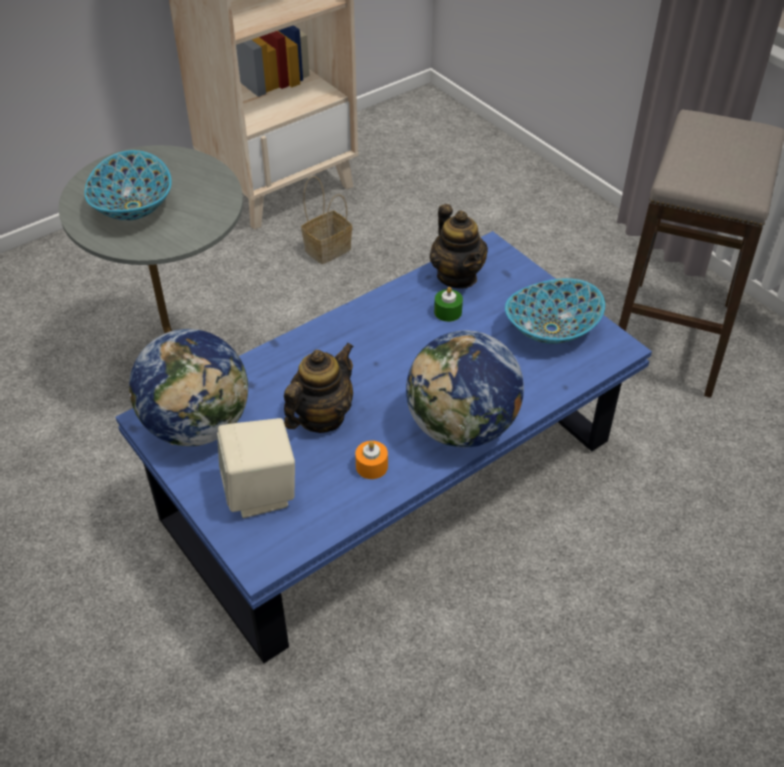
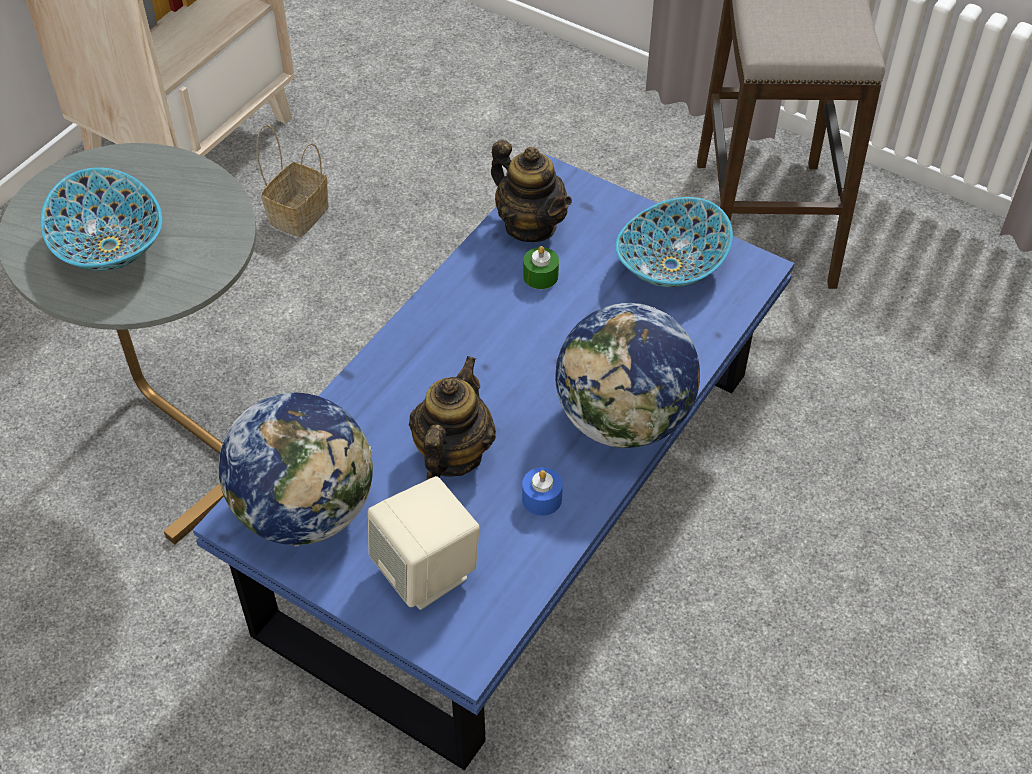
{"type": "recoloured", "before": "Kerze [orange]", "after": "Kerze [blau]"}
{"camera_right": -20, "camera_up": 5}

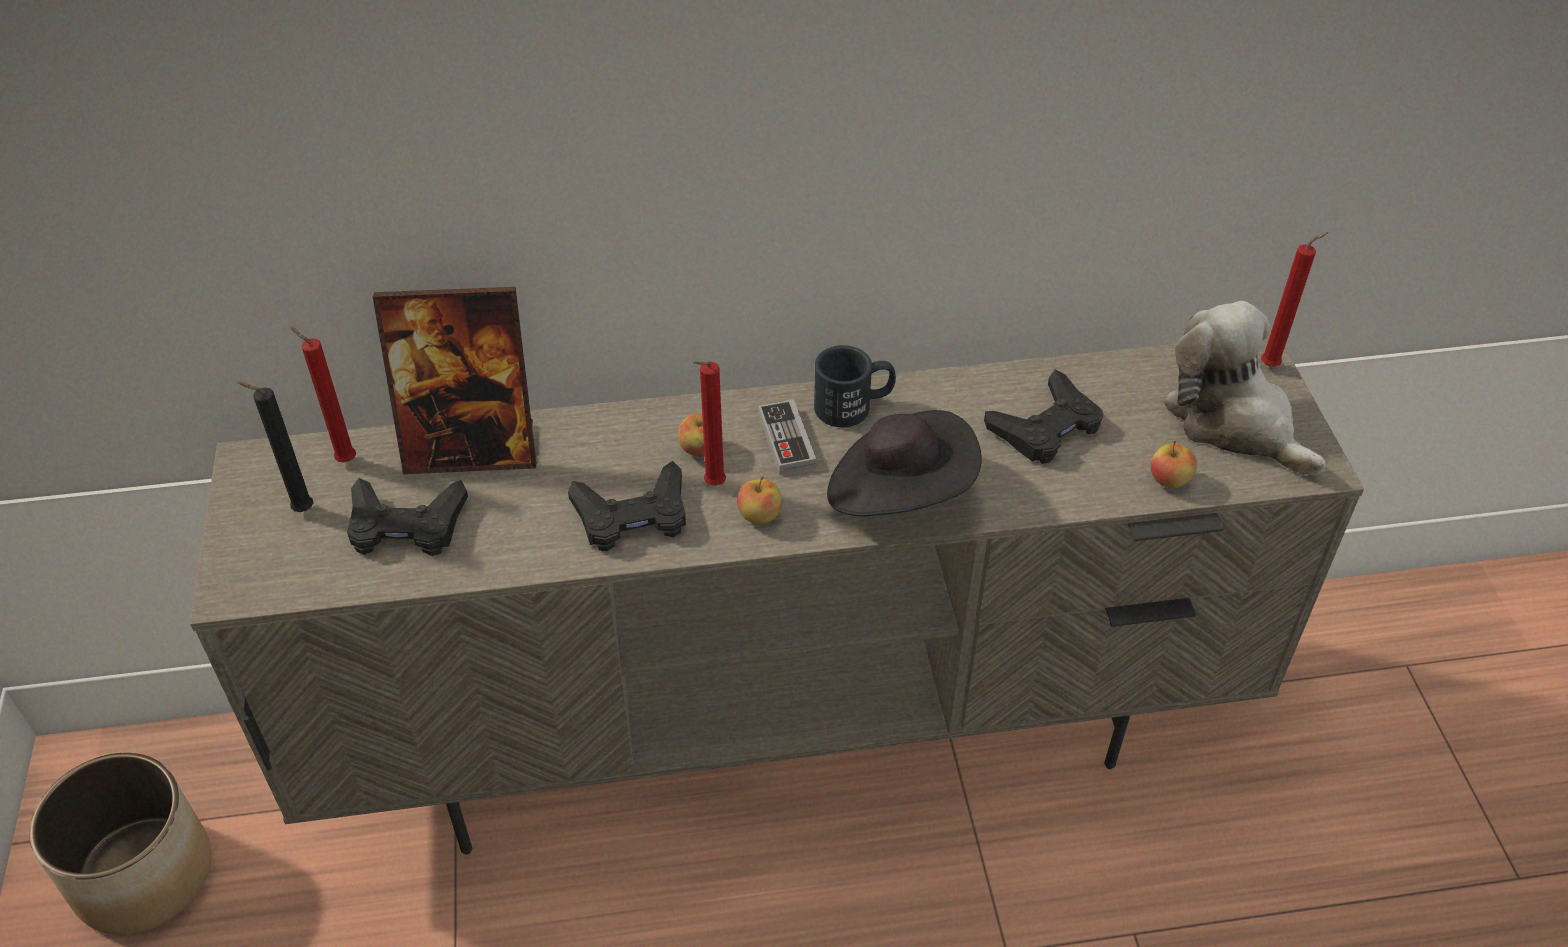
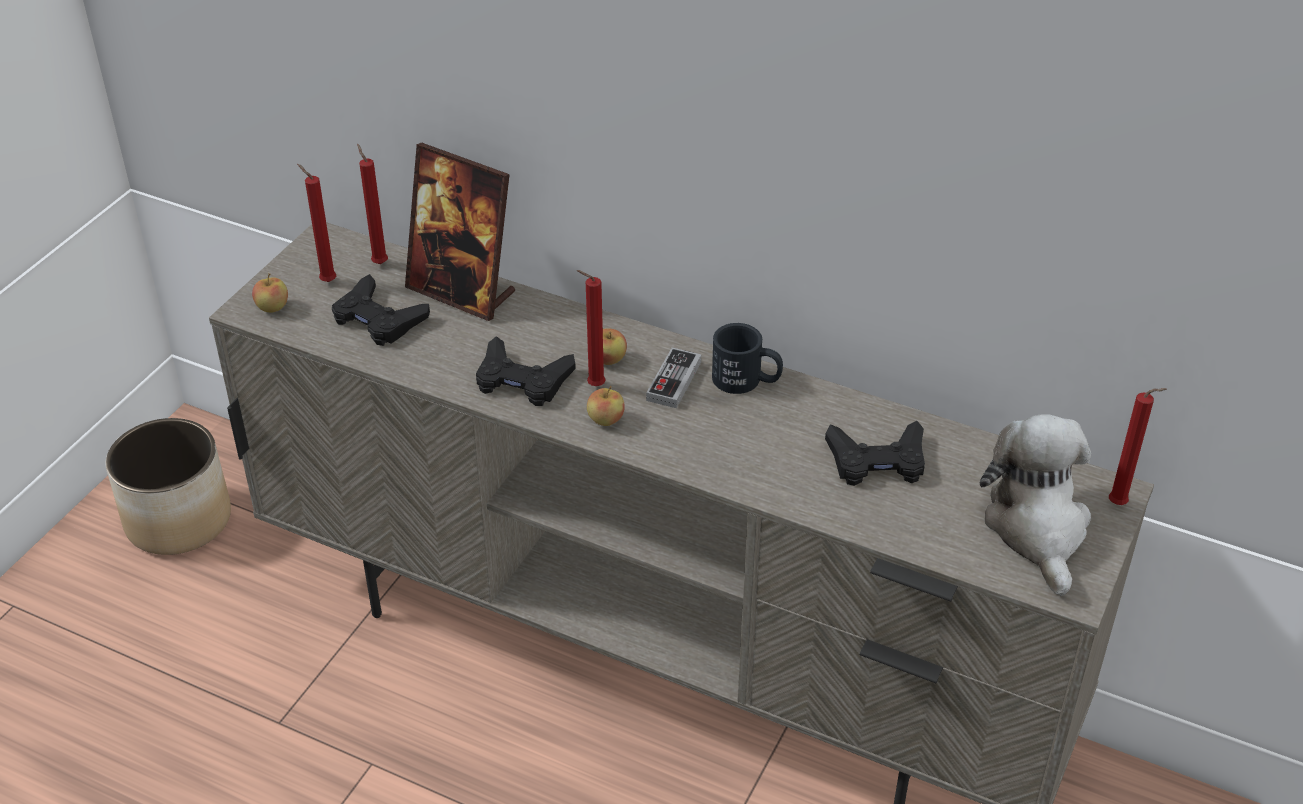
{"type": "recoloured", "before": "Kerze [schwarz]", "after": "Kerze [rot] (1st from left)"}
{"type": "removed", "before": "Hut [schwarz]"}
{"type": "moved", "before": "Apfel (3rd from left in the first image)", "after": "Apfel (1st from left)"}
{"camera_right": 35, "camera_up": -5}

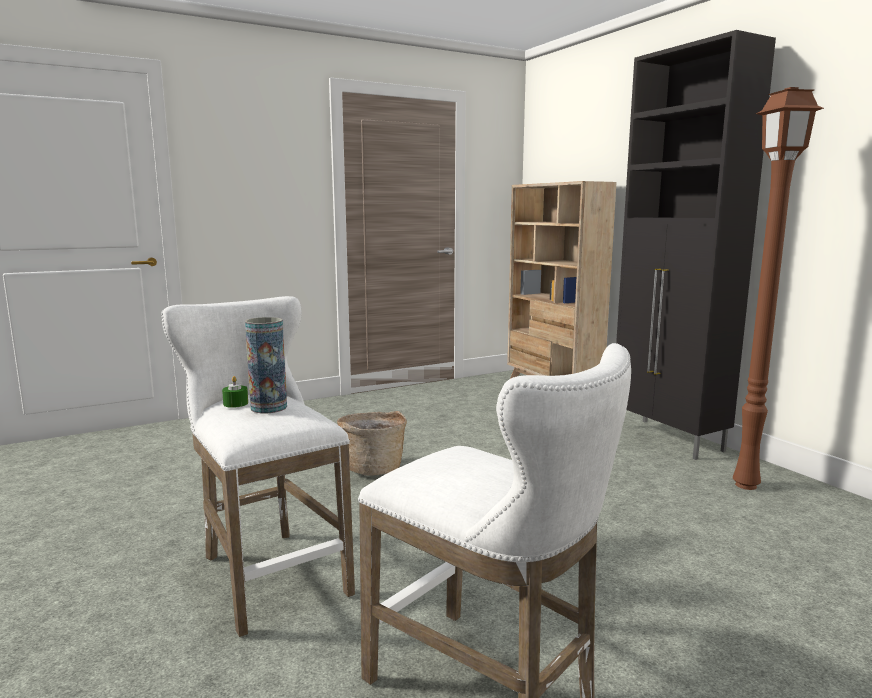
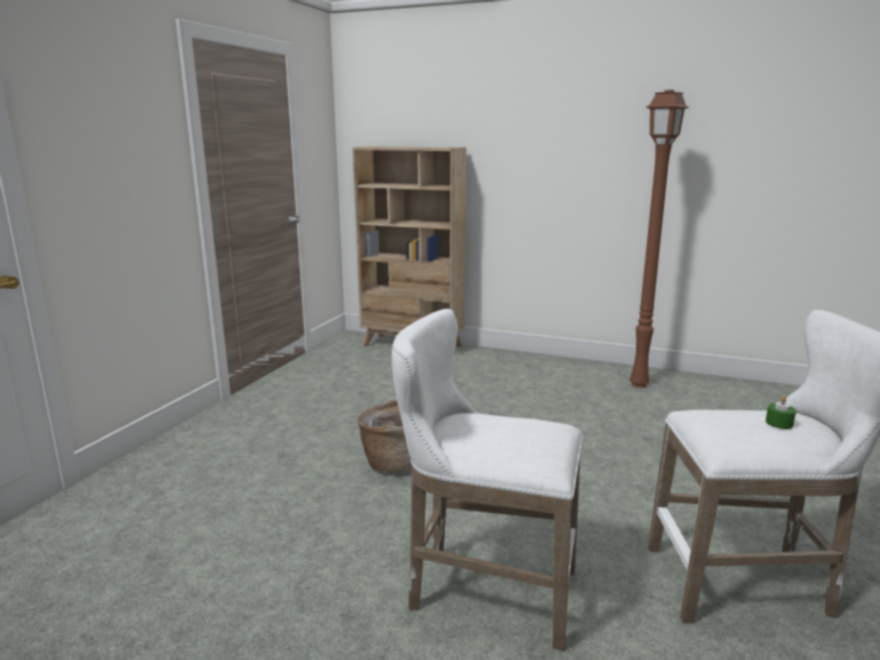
{"type": "moved", "before": "Kerze [grün]"}
{"type": "removed", "before": "Vase"}
{"type": "removed", "before": "Schrank [schwarz]"}
{"camera_right": -40, "camera_up": 5}

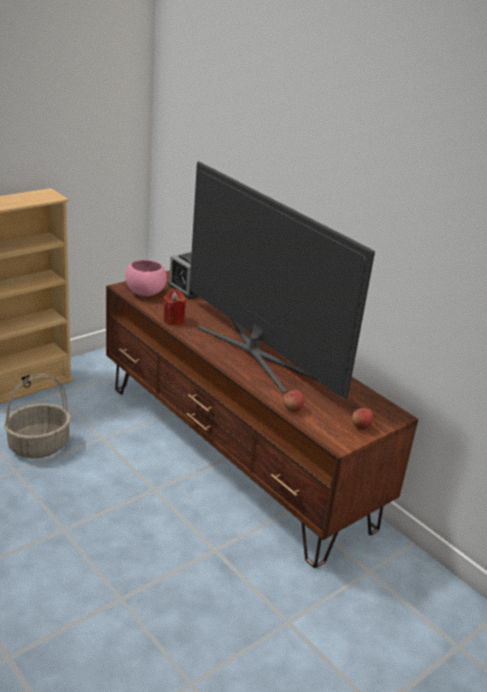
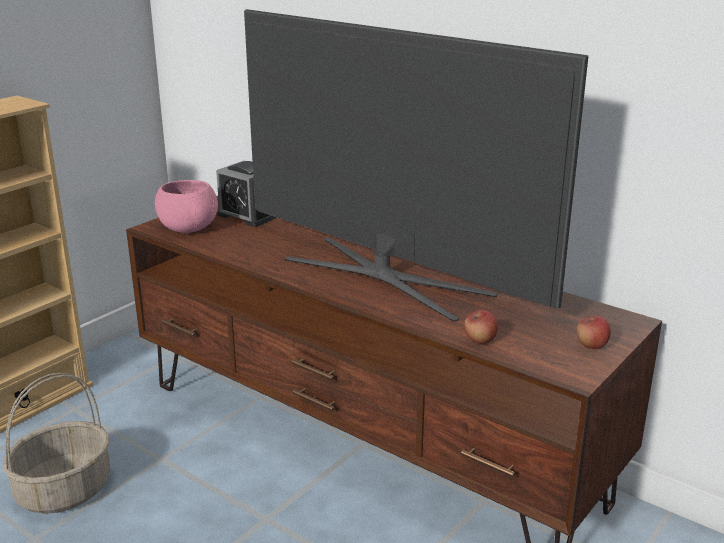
{"type": "removed", "before": "Kerze [rot]"}
{"camera_right": -10, "camera_up": -5}

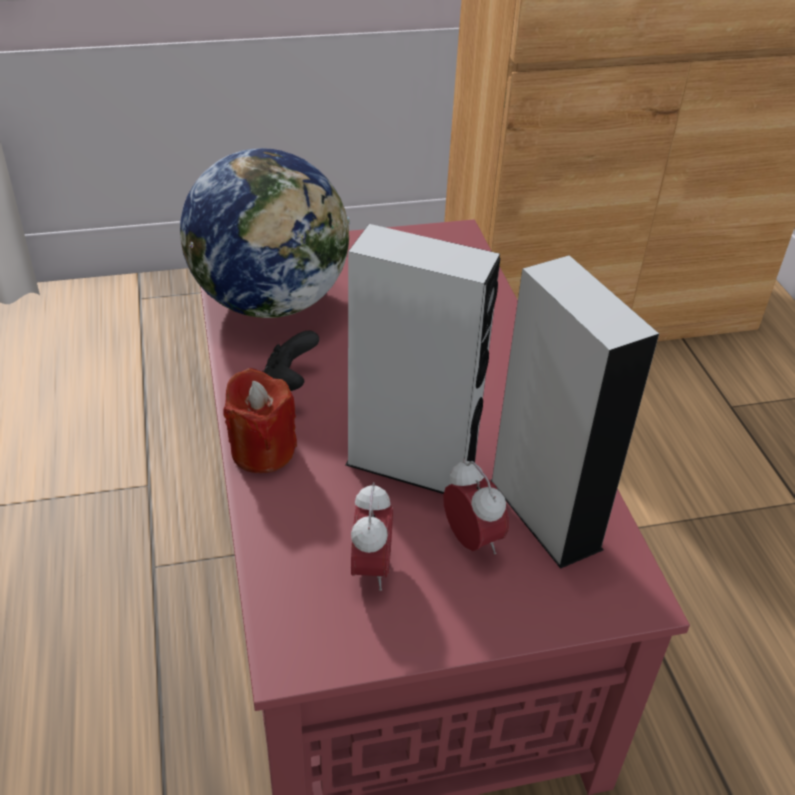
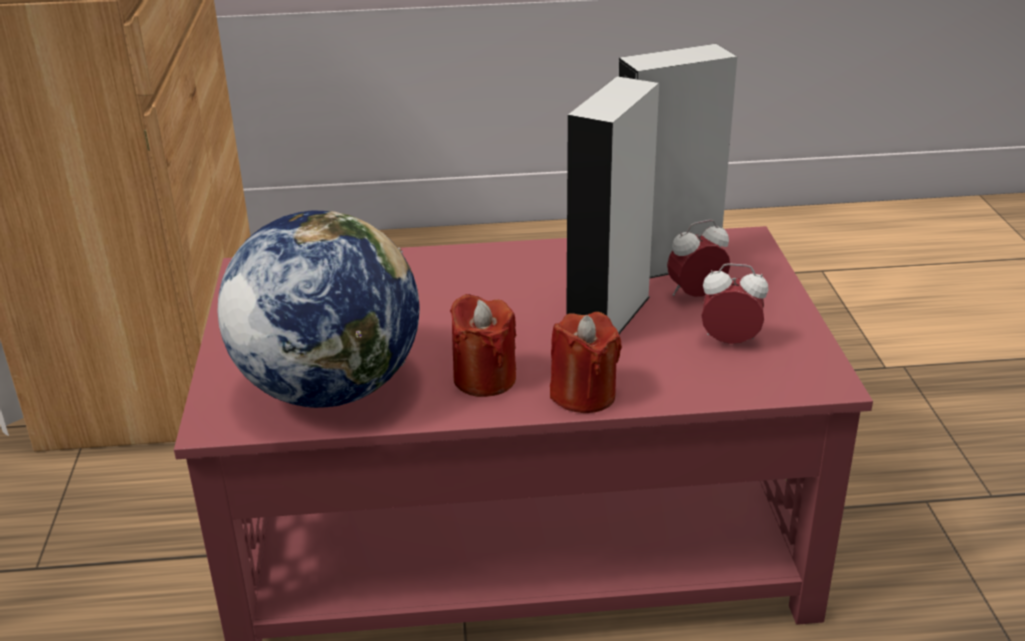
{"type": "replaced", "before": "Gamepad [schwarz]", "after": "Kerze [rot] (1st from left)"}
{"camera_right": -80, "camera_up": -10}

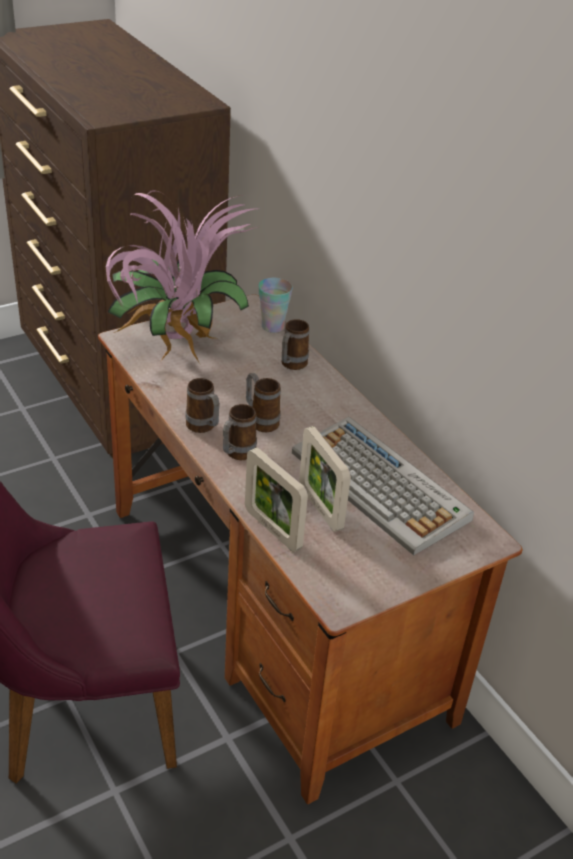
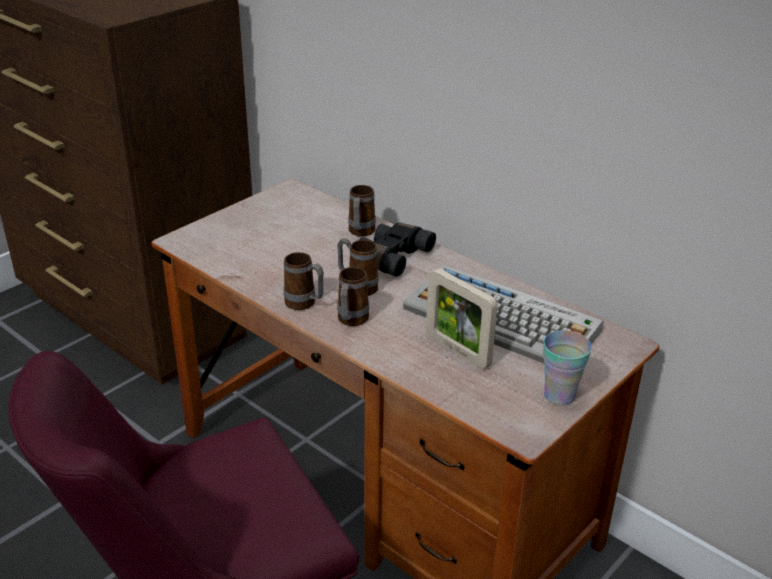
{"type": "removed", "before": "Topfpflanze"}
{"type": "removed", "before": "Bilderrahmen (1st from left)"}
{"type": "moved", "before": "Tasse"}
{"type": "added", "after": "Fernglas [schwarz]"}
{"camera_right": -15, "camera_up": -5}

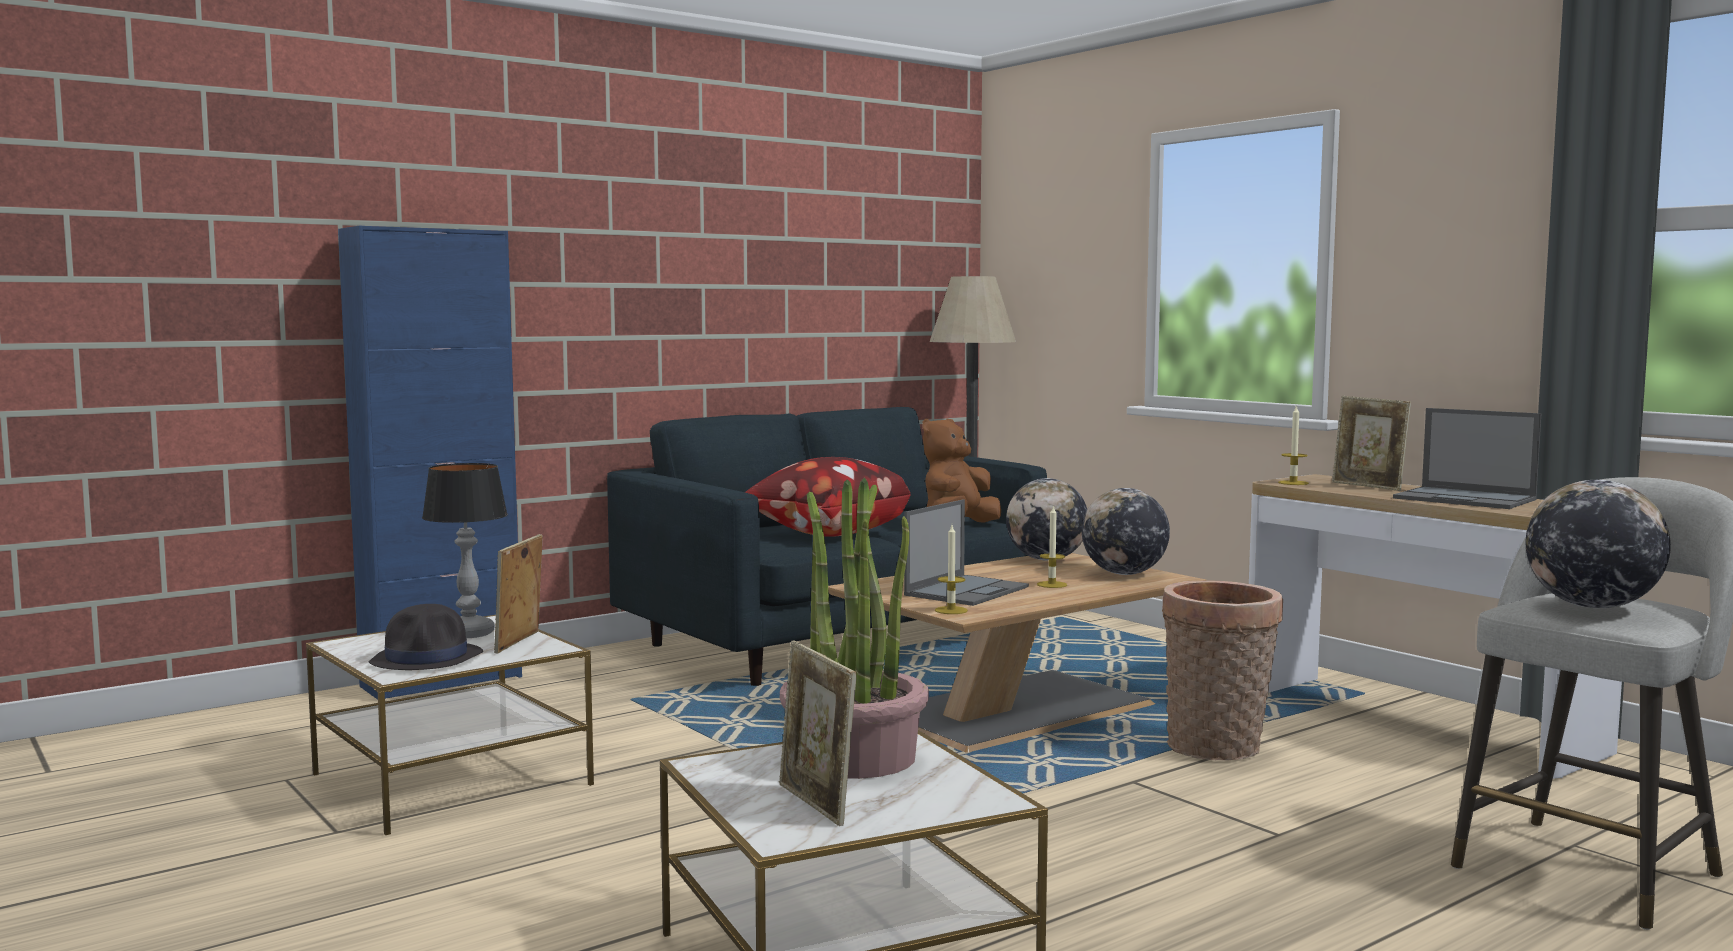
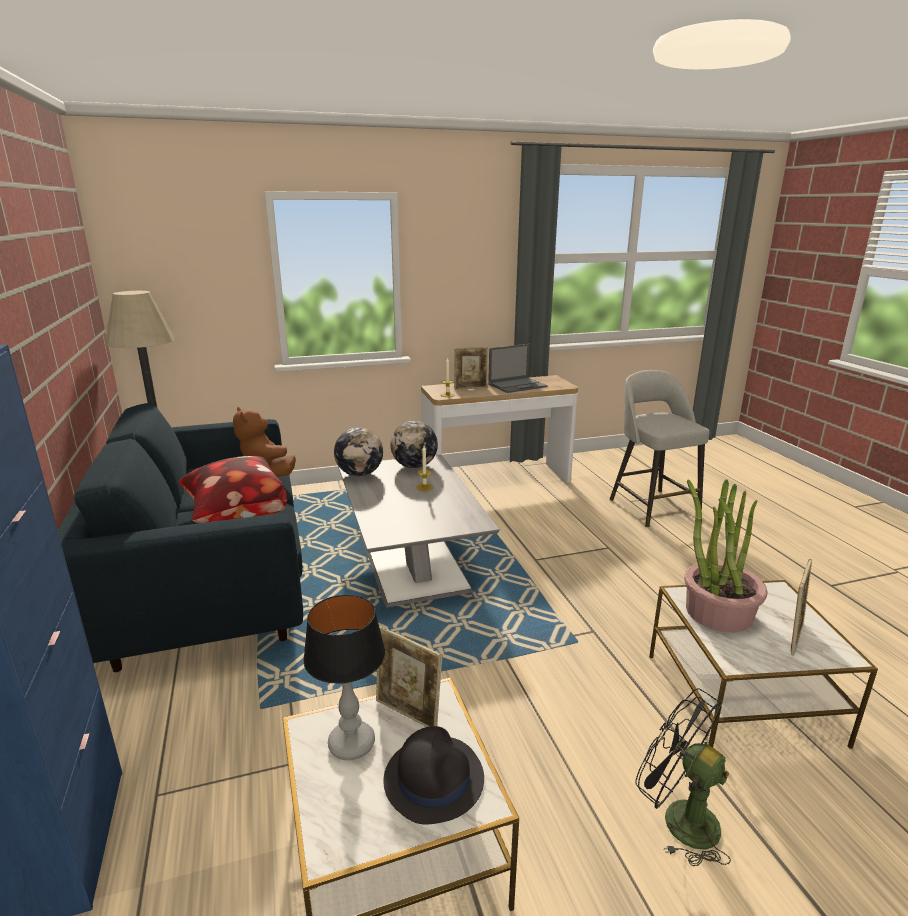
{"type": "turned", "before": "Bilderrahmen (2nd from left in the first image)", "turn": -45}
{"type": "recoloured", "before": "Couchtisch [braun]", "after": "Couchtisch [grau]"}
{"type": "removed", "before": "Laptop (1st from left)"}
{"type": "removed", "before": "Kerze (1st from left)"}
{"type": "removed", "before": "Korb"}
{"type": "removed", "before": "Globus (3rd from left)"}
{"type": "added", "after": "Ventilator [schwarz]"}
{"camera_right": -70, "camera_up": 15}

